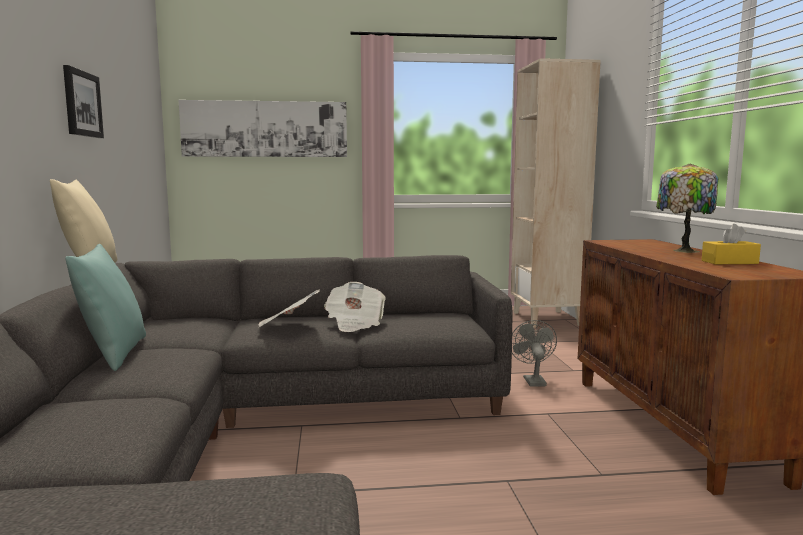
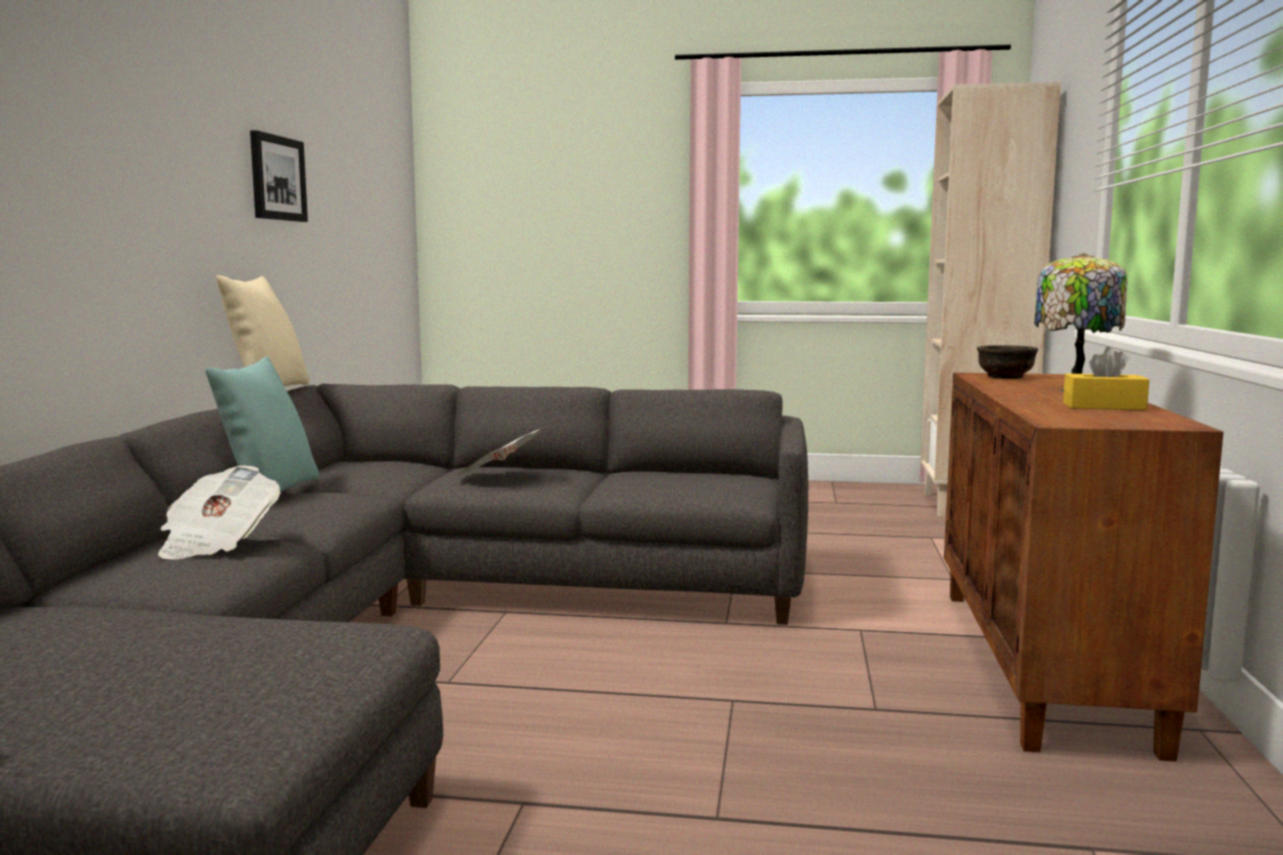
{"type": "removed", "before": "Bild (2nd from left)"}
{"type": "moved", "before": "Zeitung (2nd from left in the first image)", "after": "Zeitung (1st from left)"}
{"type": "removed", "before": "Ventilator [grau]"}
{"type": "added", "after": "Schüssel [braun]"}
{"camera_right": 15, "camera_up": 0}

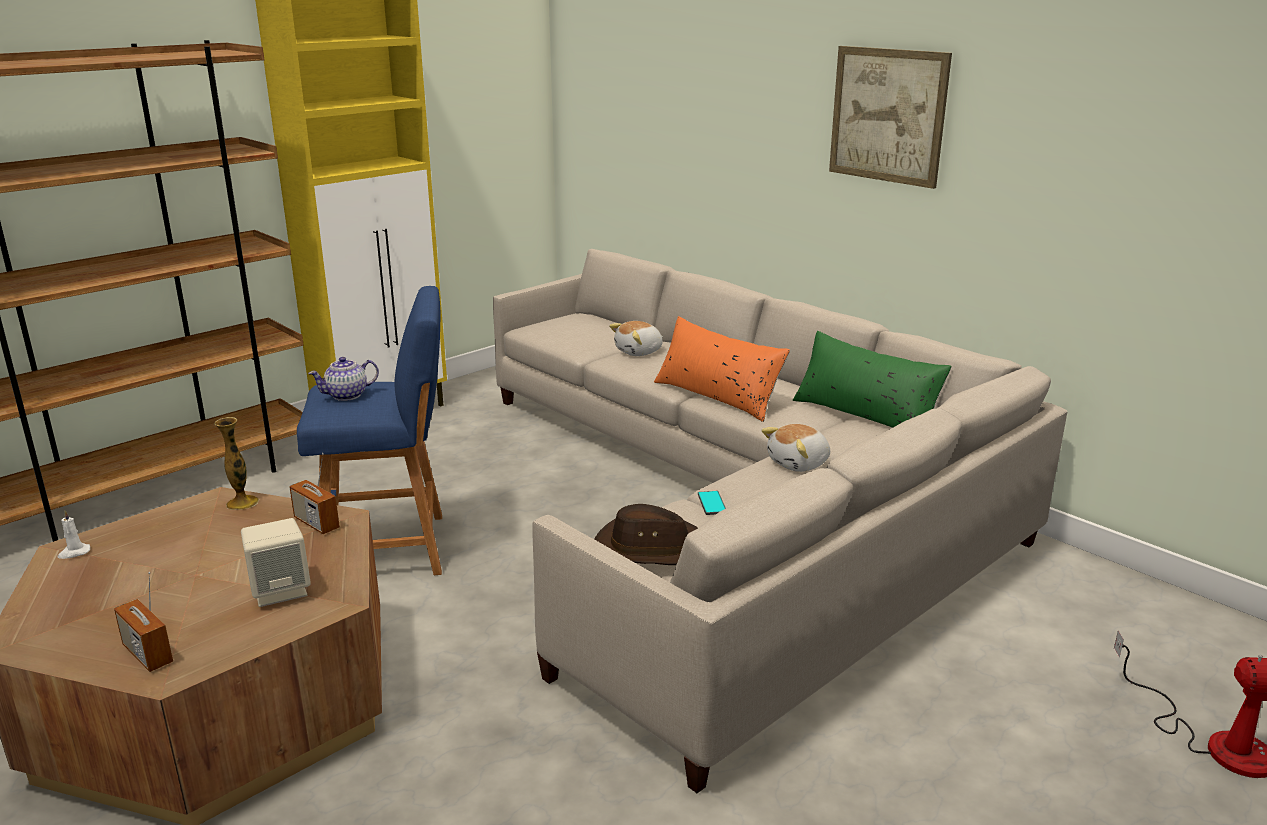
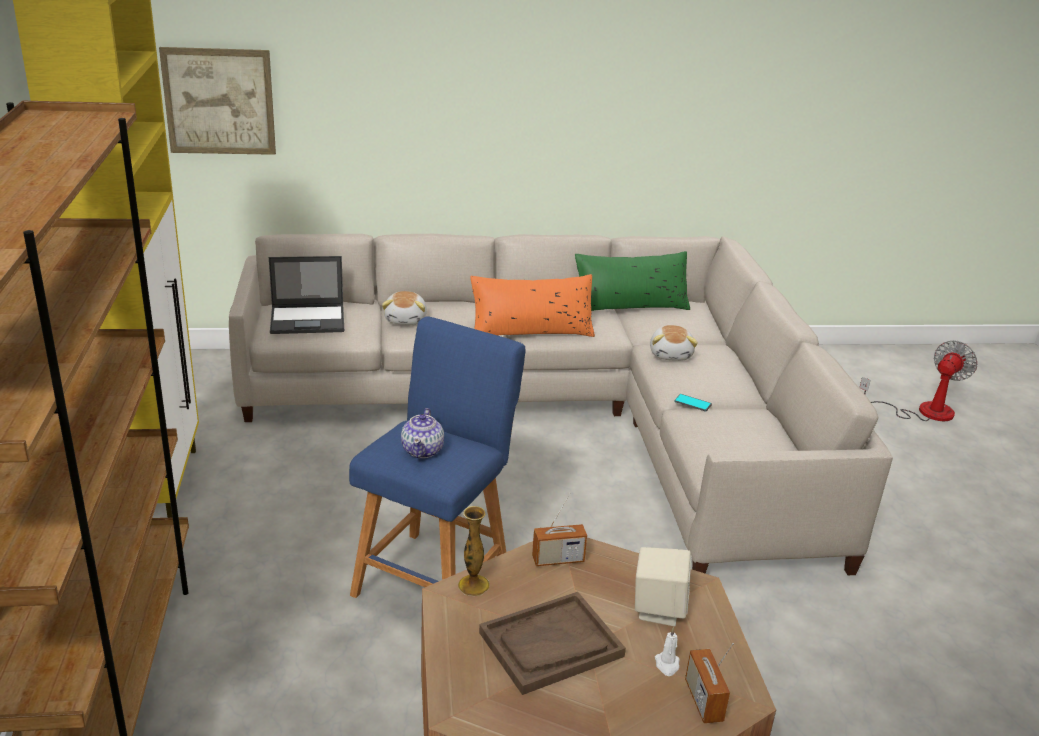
{"type": "moved", "before": "Kerze [weiß]"}
{"type": "turned", "before": "Radio (1st from left in the first image)", "turn": 90}
{"type": "removed", "before": "Hut [braun]"}
{"type": "moved", "before": "Bild"}
{"type": "added", "after": "Laptop"}
{"type": "added", "after": "Tablett [braun]"}
{"camera_right": -55, "camera_up": 5}

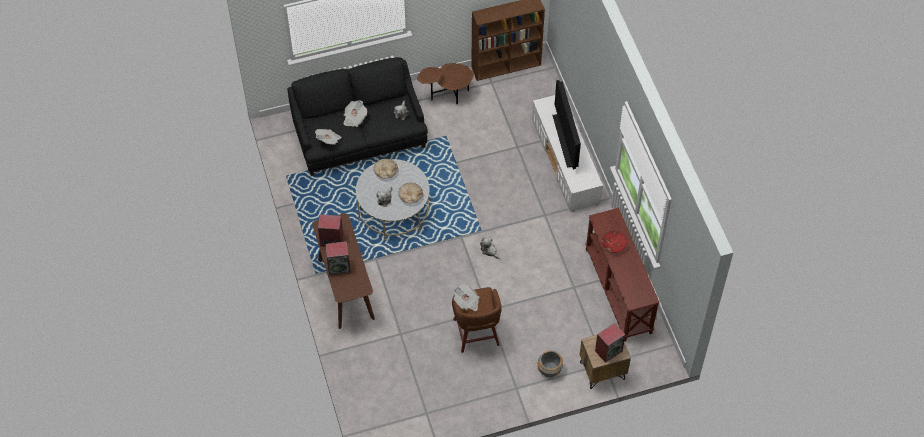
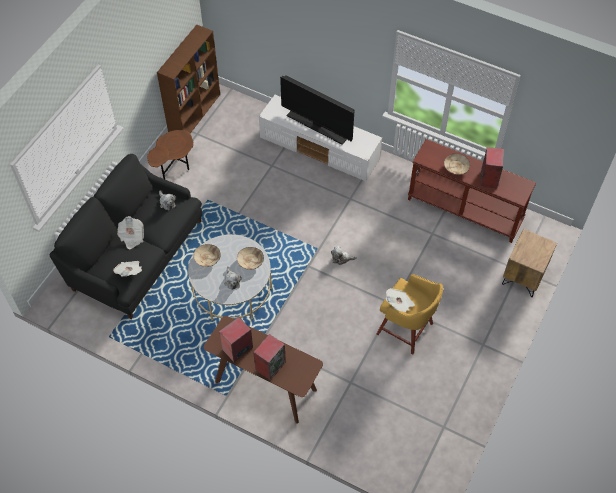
{"type": "recoloured", "before": "Hocker [braun]", "after": "Hocker [gelb]"}
{"type": "removed", "before": "Pflanzkübel [grau]"}
{"type": "moved", "before": "Lautsprecher (3rd from left)"}
{"type": "recoloured", "before": "Schüssel [rot]", "after": "Schüssel [beige] (3rd from left)"}
{"camera_right": -45, "camera_up": 0}

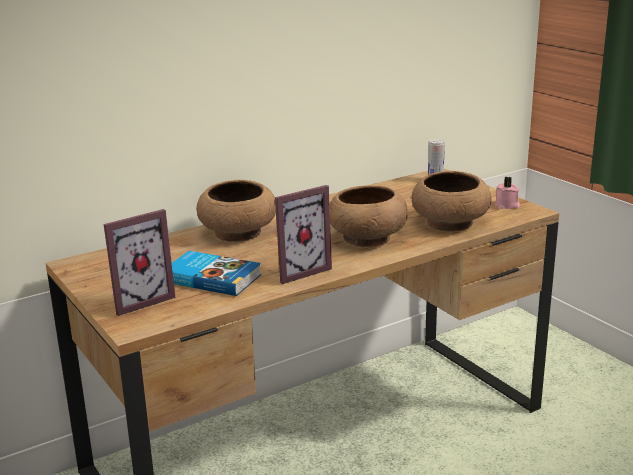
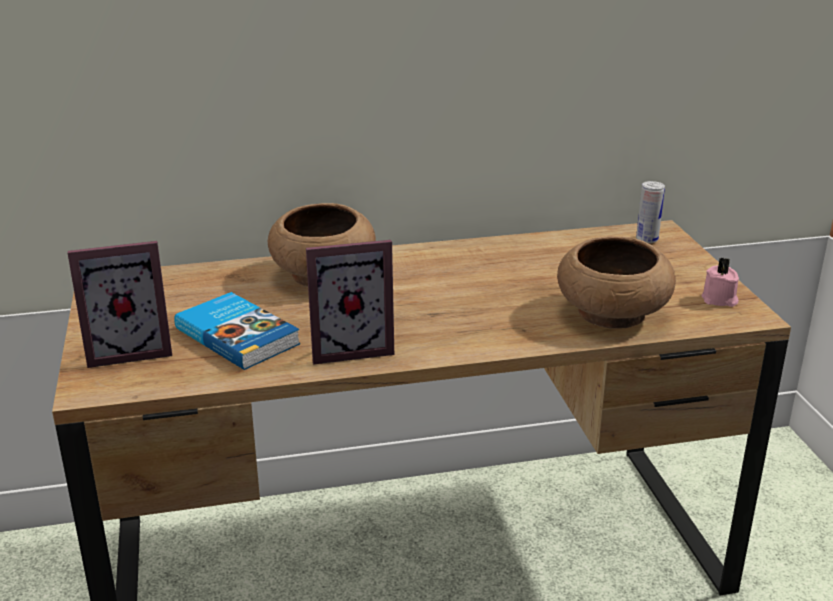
{"type": "removed", "before": "Schüssel [braun] (2nd from left)"}
{"camera_right": 20, "camera_up": 5}

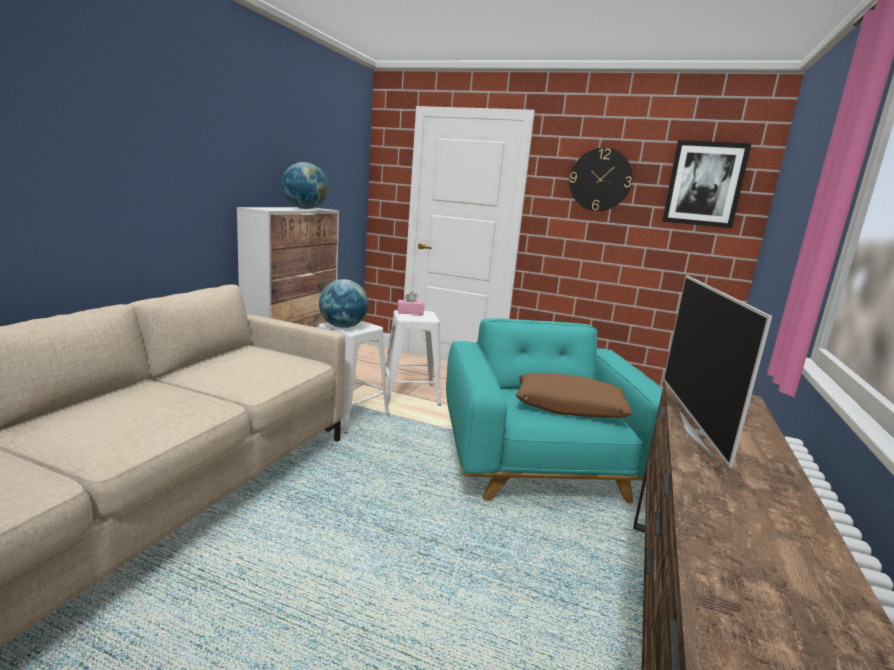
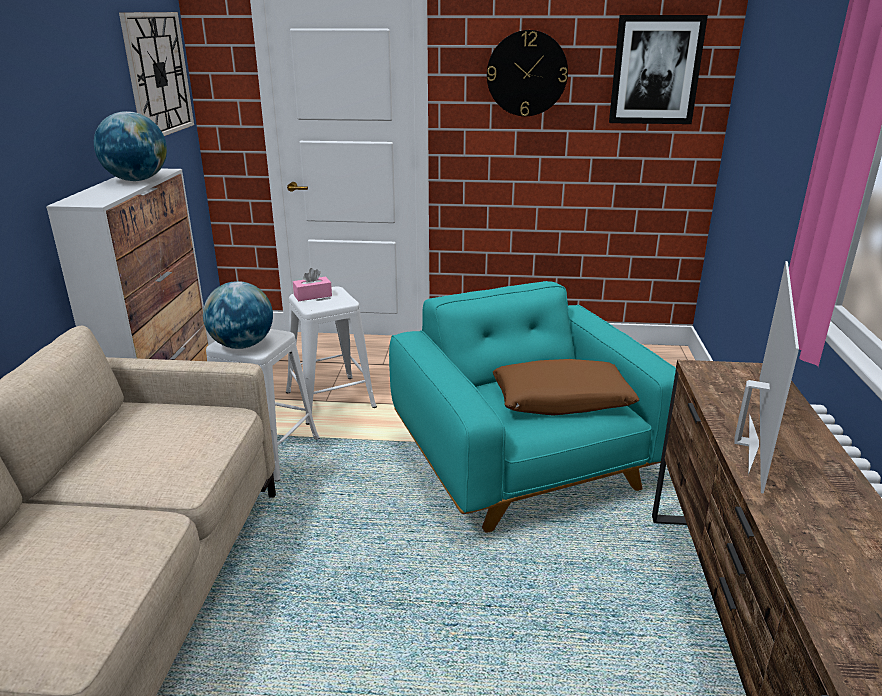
{"type": "turned", "before": "Fernseher", "turn": -150}
{"type": "added", "after": "Wanduhr (1st from left)"}
{"camera_right": -15, "camera_up": 10}

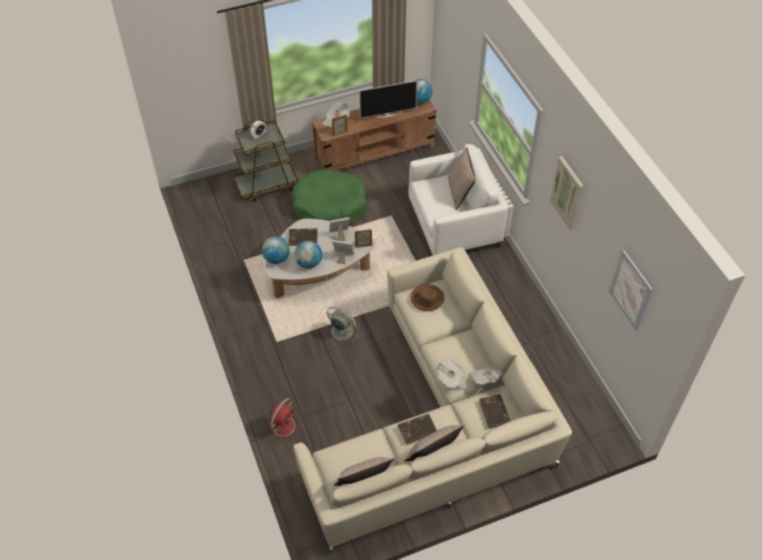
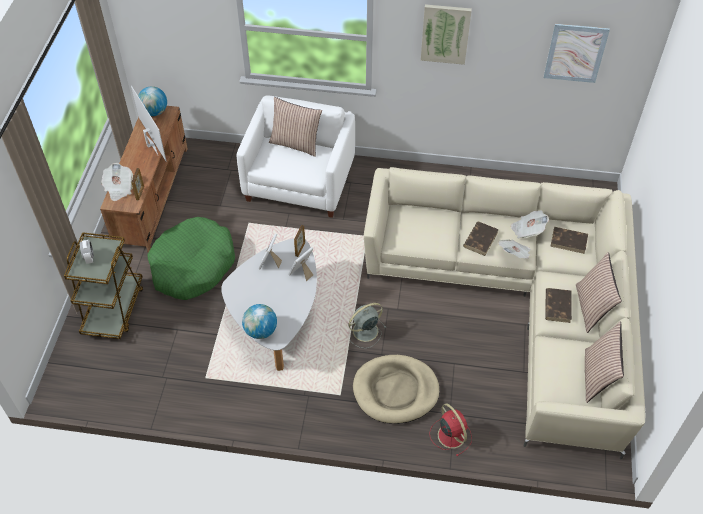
{"type": "moved", "before": "Buch [braun] (1st from left)"}
{"type": "removed", "before": "Globus (2nd from left)"}
{"type": "turned", "before": "Fernseher", "turn": -45}
{"type": "removed", "before": "Hut [braun]"}
{"type": "added", "after": "Hundebett [beige]"}
{"camera_right": -60, "camera_up": 0}

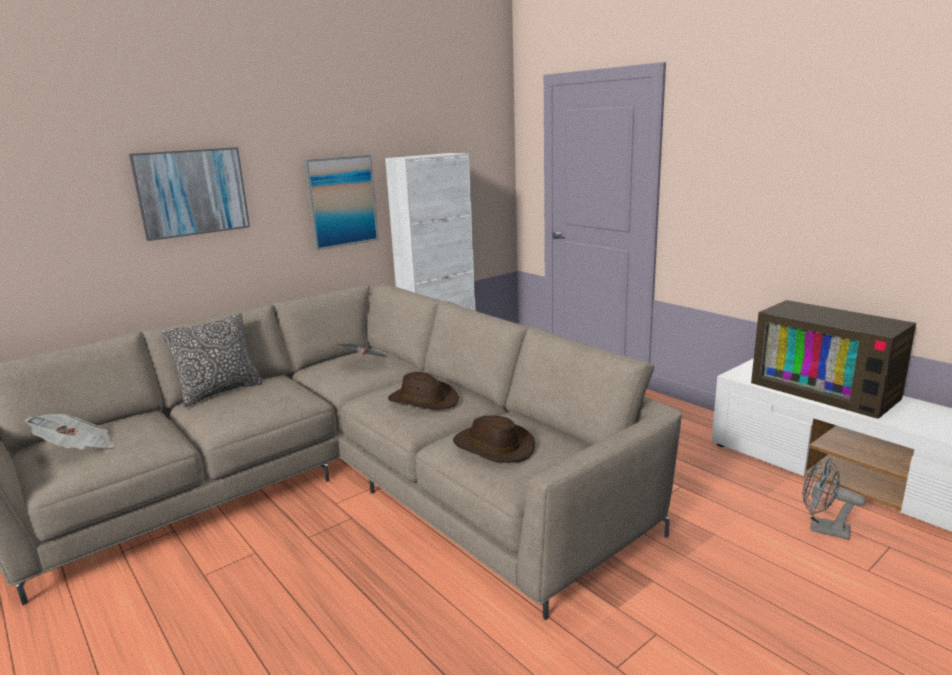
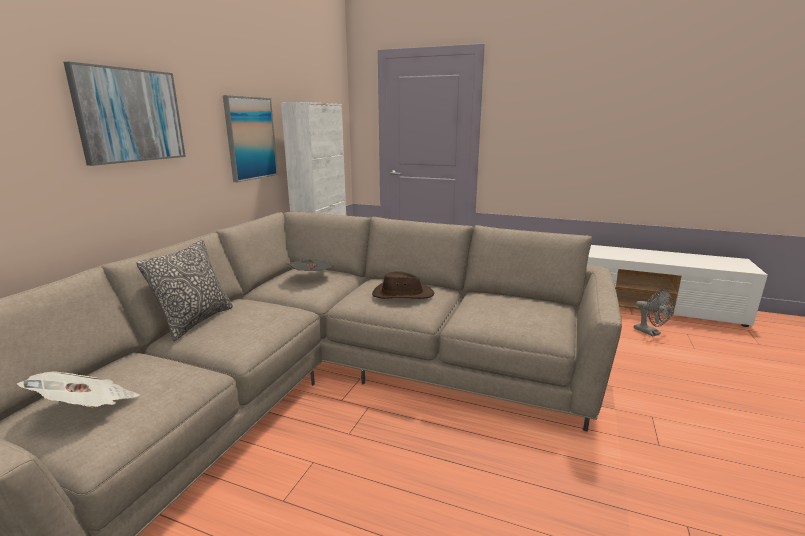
{"type": "removed", "before": "Hut [braun] (2nd from left)"}
{"type": "removed", "before": "Fernseher"}
{"type": "turned", "before": "Ventilator [grau]", "turn": -120}
{"camera_right": -30, "camera_up": 0}

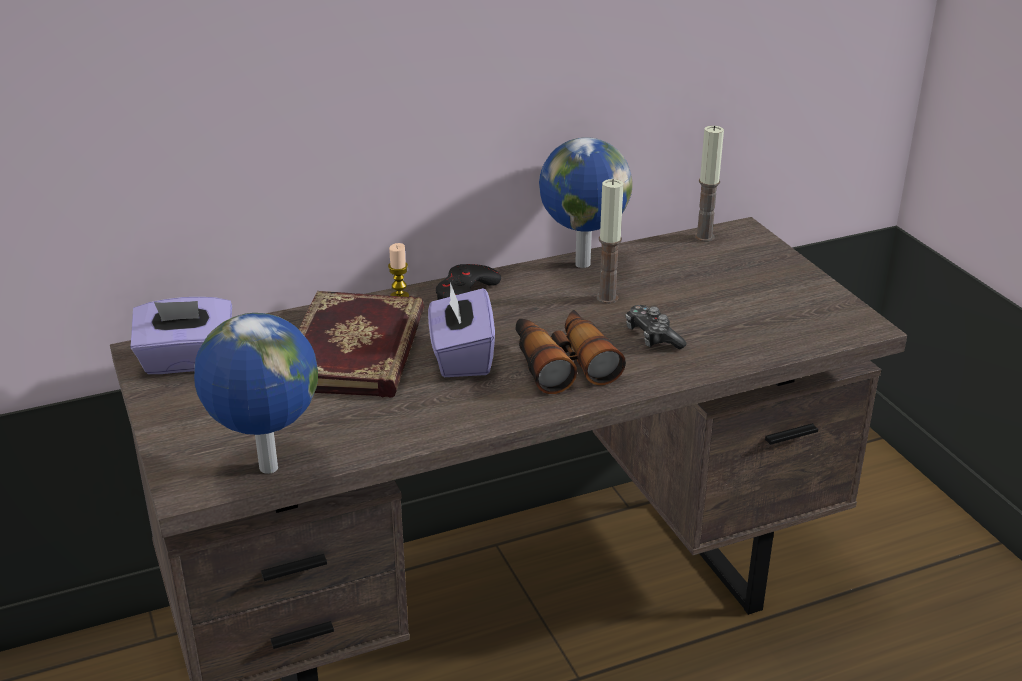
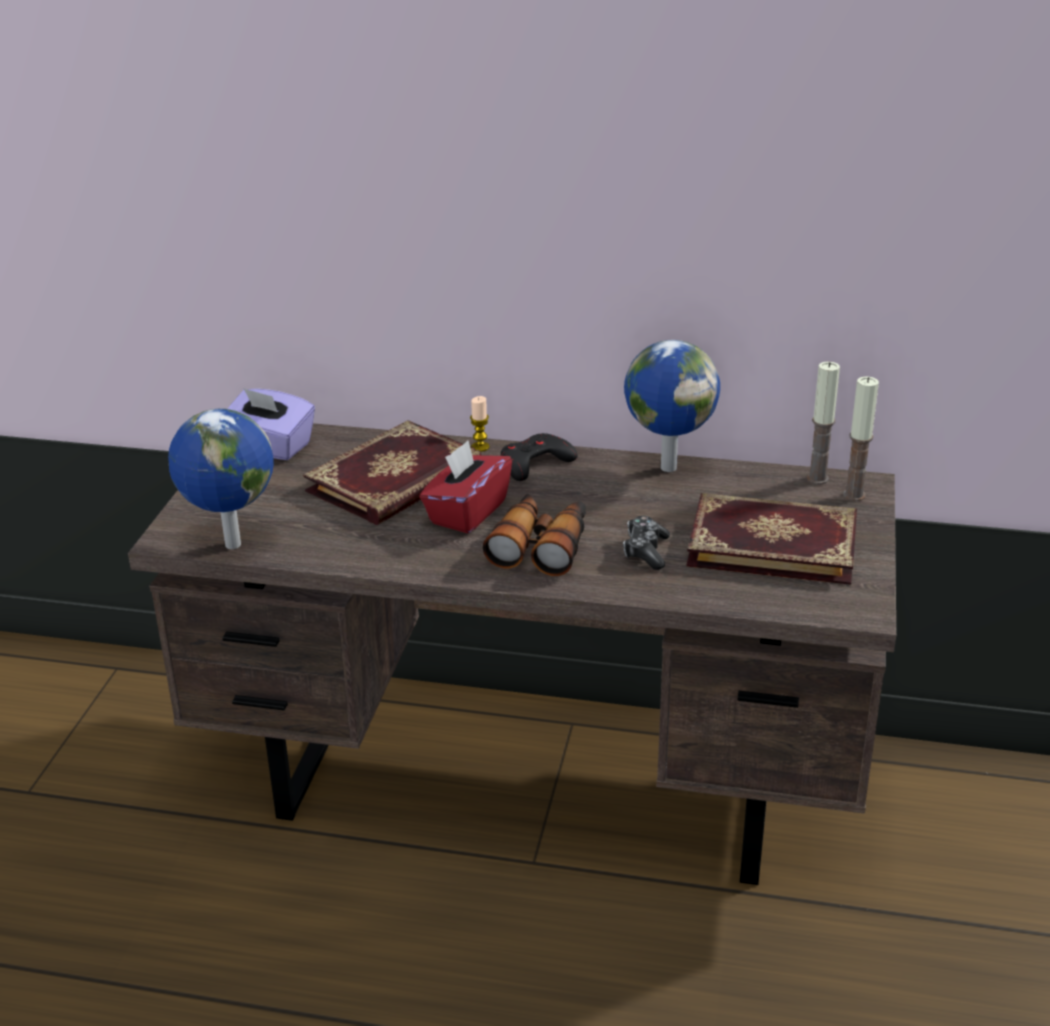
{"type": "recoloured", "before": "Taschentuchbox [lila] (2nd from left)", "after": "Taschentuchbox [rot]"}
{"type": "moved", "before": "Kerze (2nd from left in the first image)", "after": "Kerze (3rd from left)"}
{"type": "added", "after": "Buch (2nd from left)"}
{"camera_right": 35, "camera_up": 0}

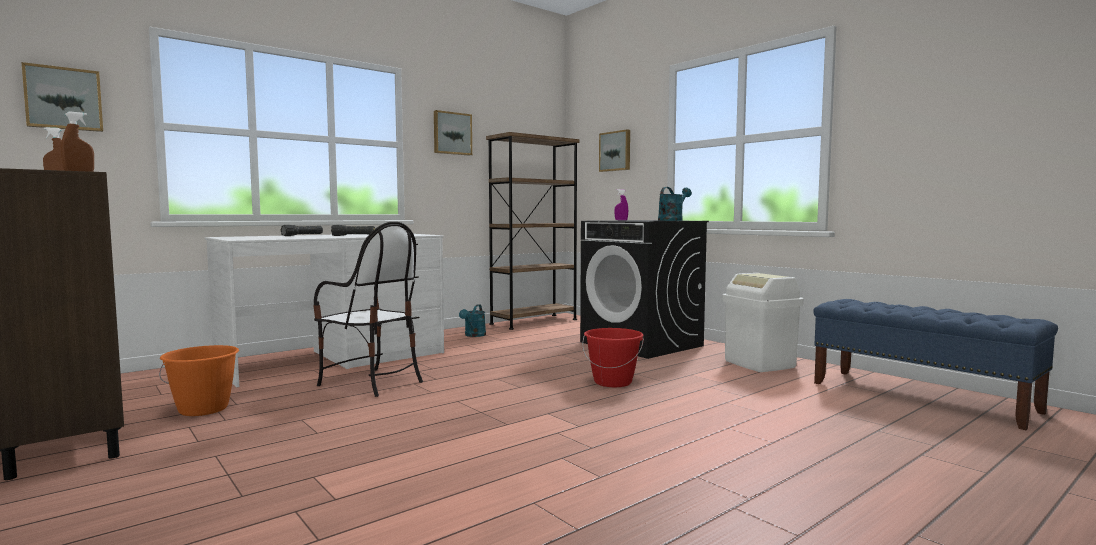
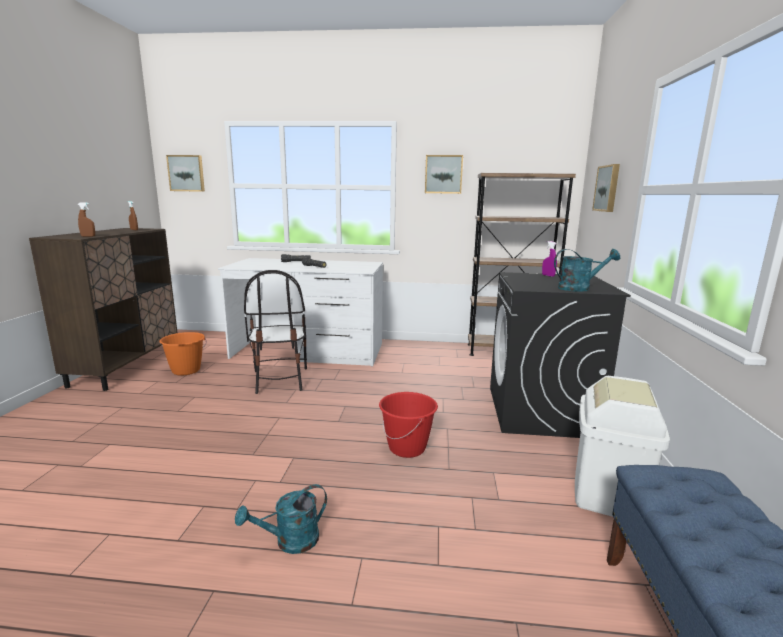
{"type": "moved", "before": "Gießkanne [türkis] (1st from left)"}
{"camera_right": 45, "camera_up": 10}

